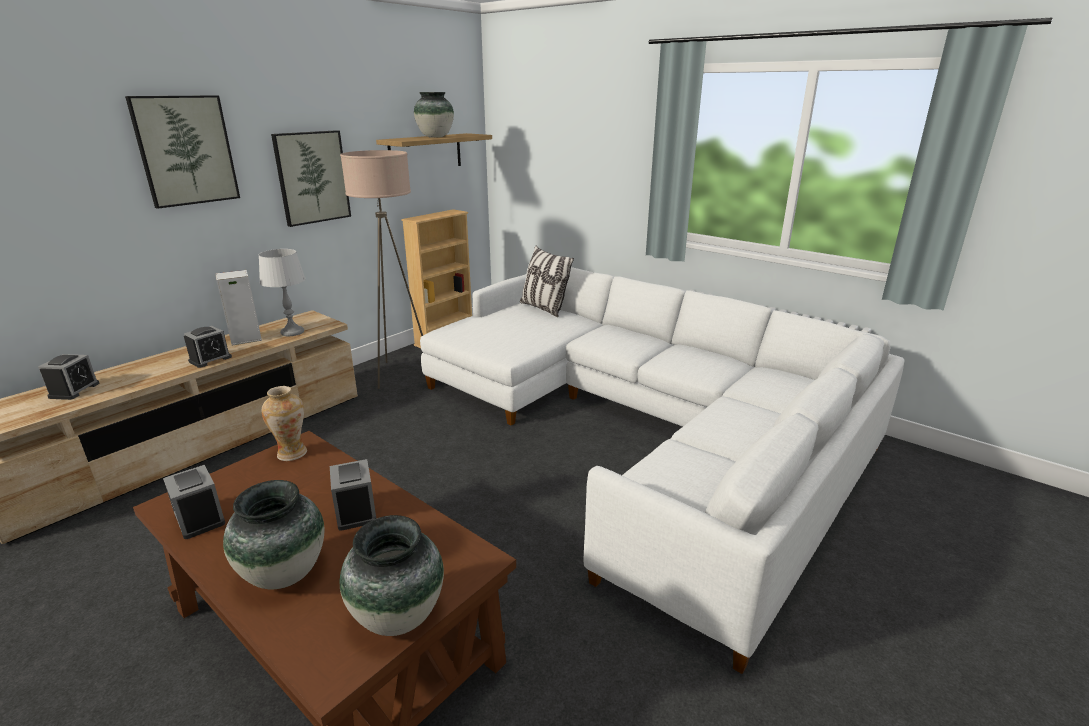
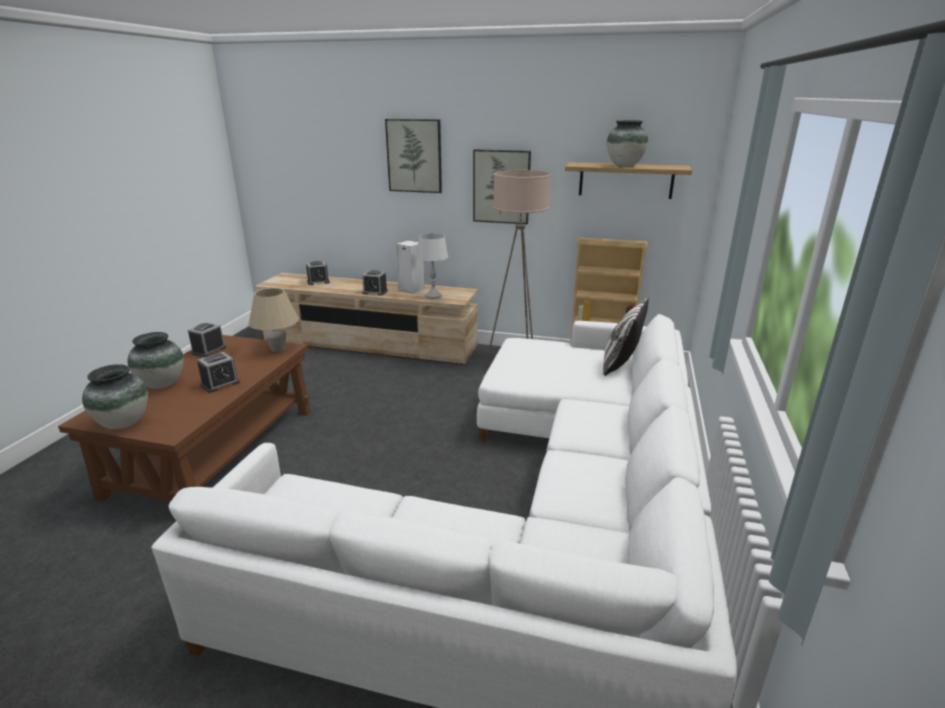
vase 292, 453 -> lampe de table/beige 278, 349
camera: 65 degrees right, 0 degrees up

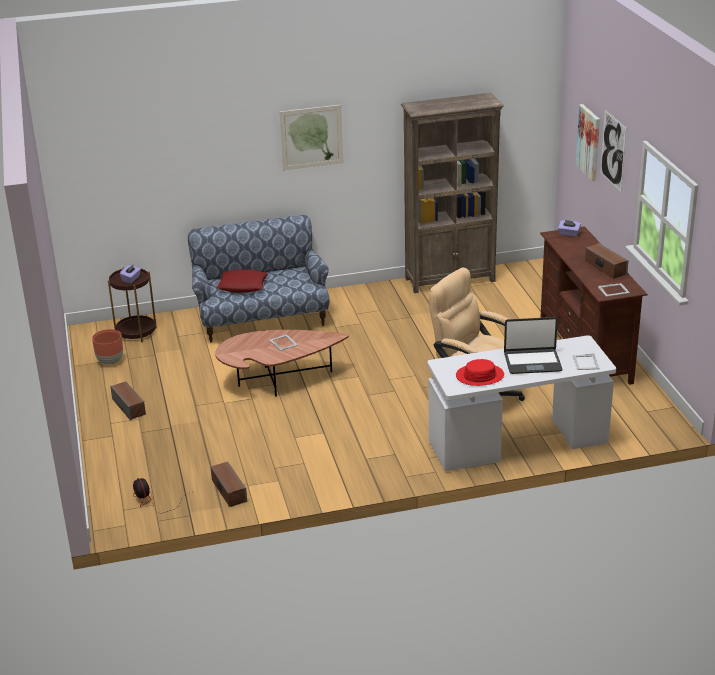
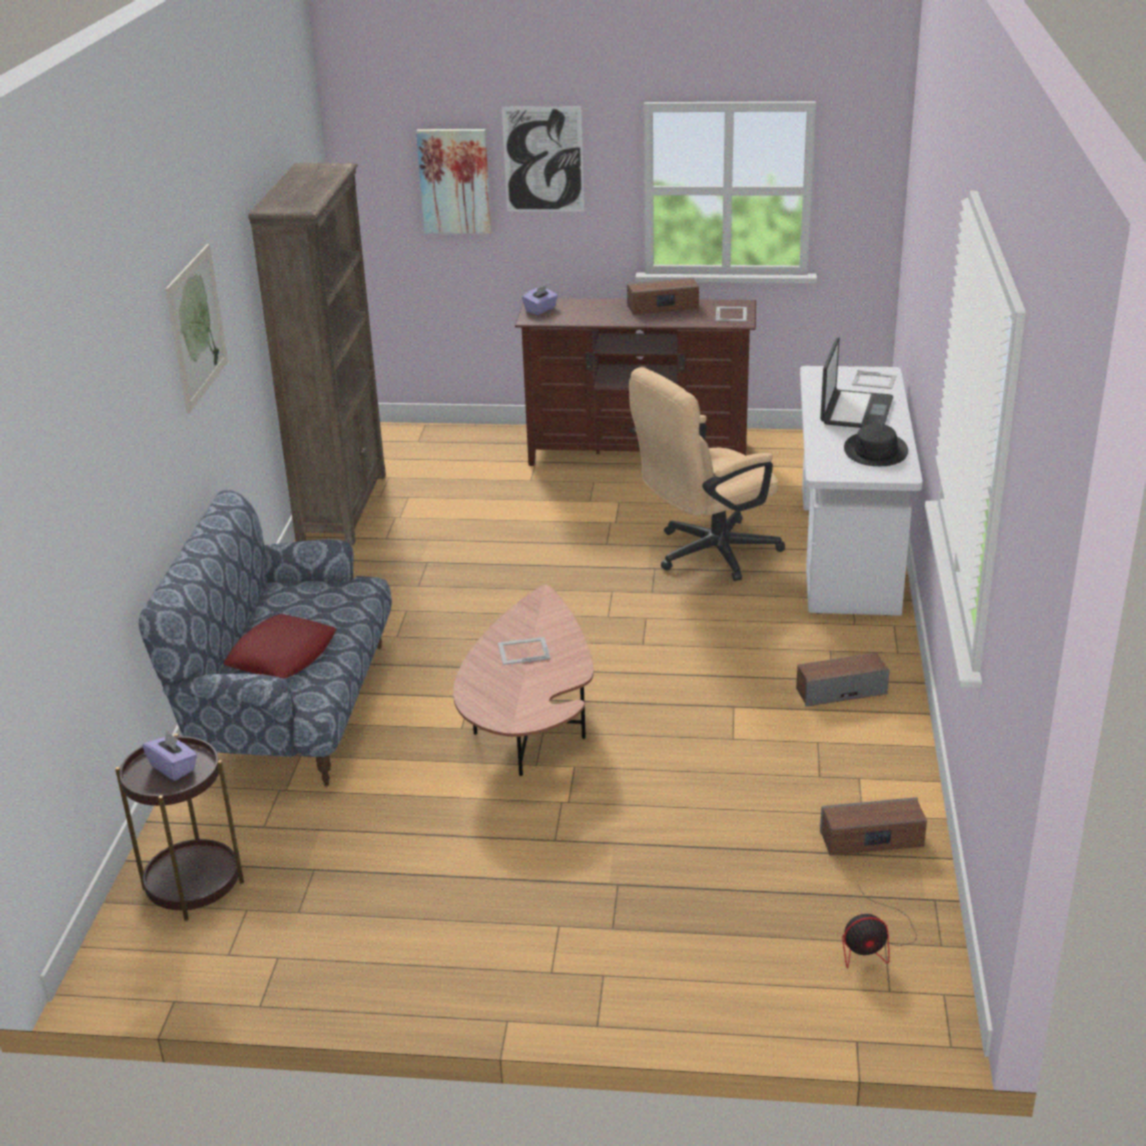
cache-pot/marron 110, 361 -> none
enceinte 129, 406 -> enceinte 840, 691, moved
chapeau/rouge 480, 376 -> chapeau/noir 876, 451
camera: 70 degrees left, 0 degrees up

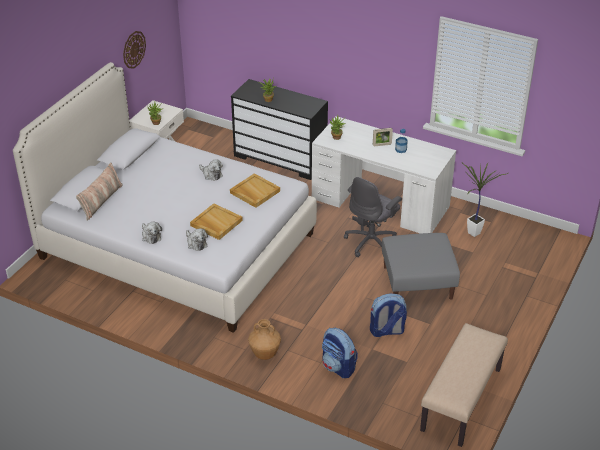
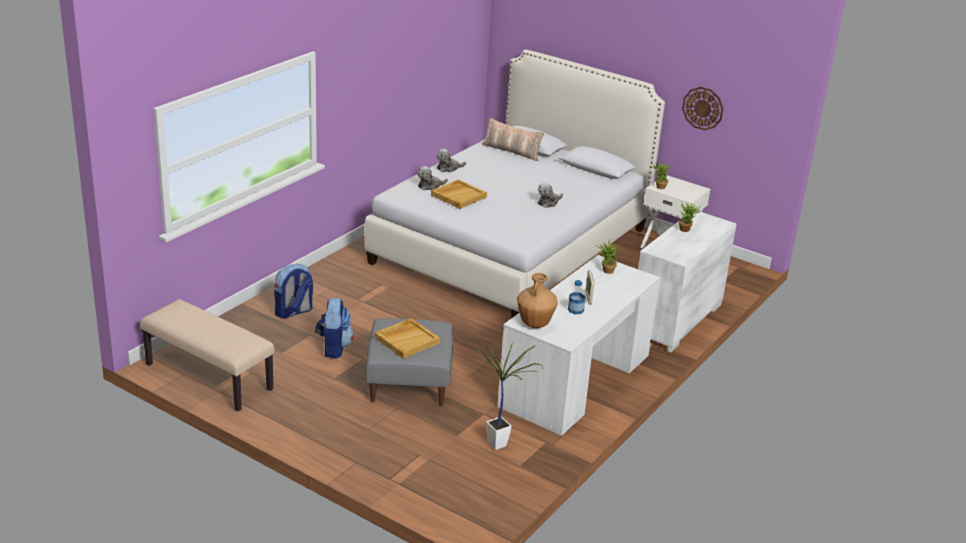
chaise de bureau/gris 371, 242 -> none
plateau/beige 254, 192 -> plateau/beige 407, 340, moved
vase/marron 265, 354 -> vase/marron 535, 324, moved
commode/noir 280, 158 -> commode/blanc 676, 320
camera: 95 degrees right, 10 degrees down

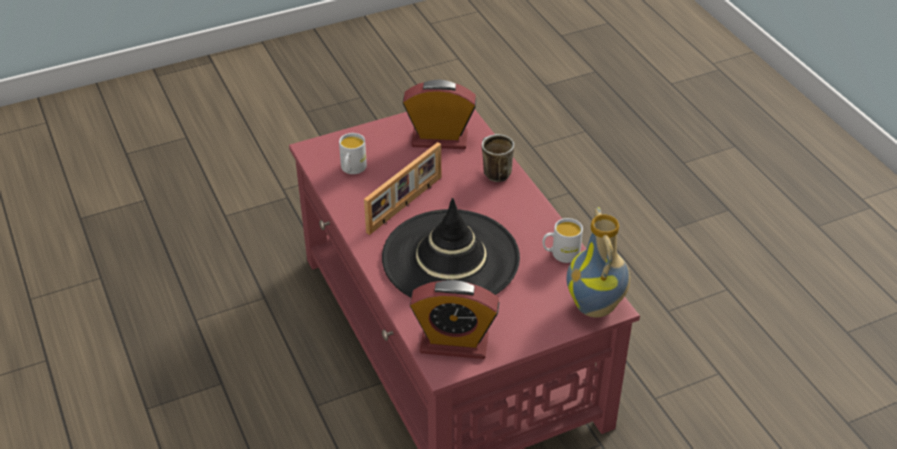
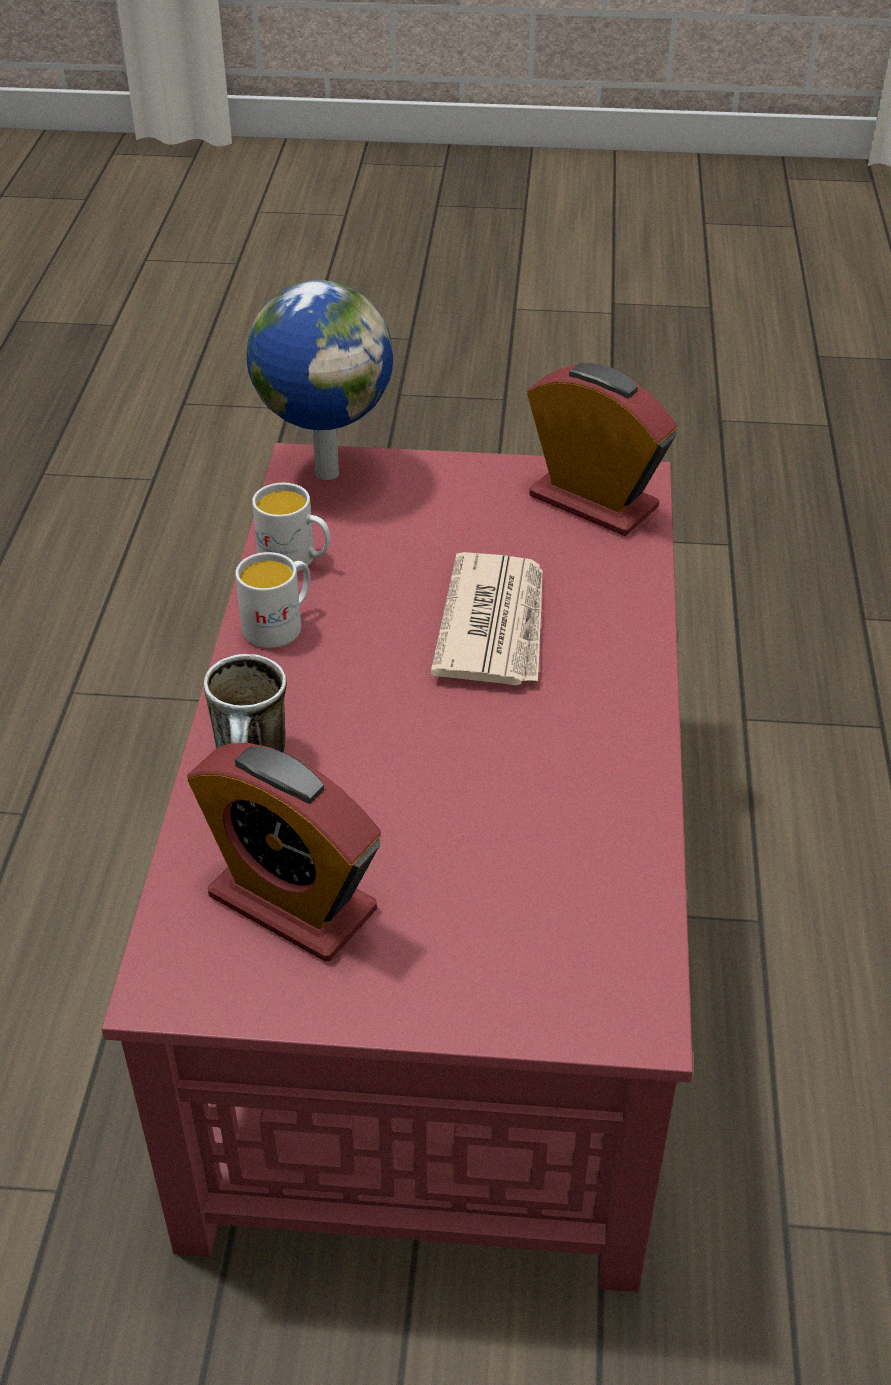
cadre photo 406, 205 -> none
mug/blanc 352, 169 -> mug/blanc 280, 624, moved
chapeau/noir 450, 258 -> journal 494, 625
vase 596, 306 -> globe 326, 472
camera: 150 degrees left, 0 degrees up

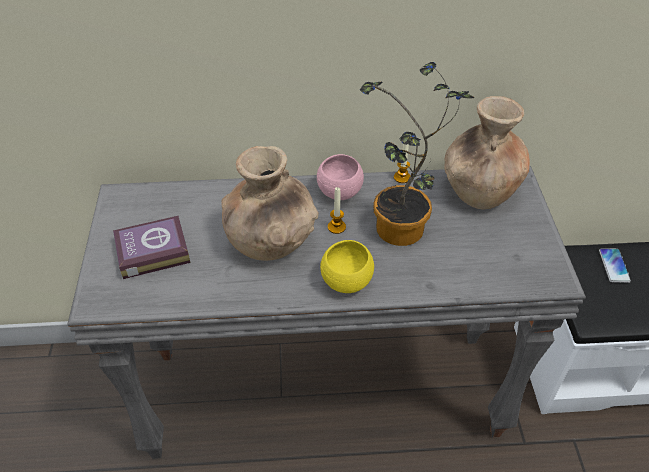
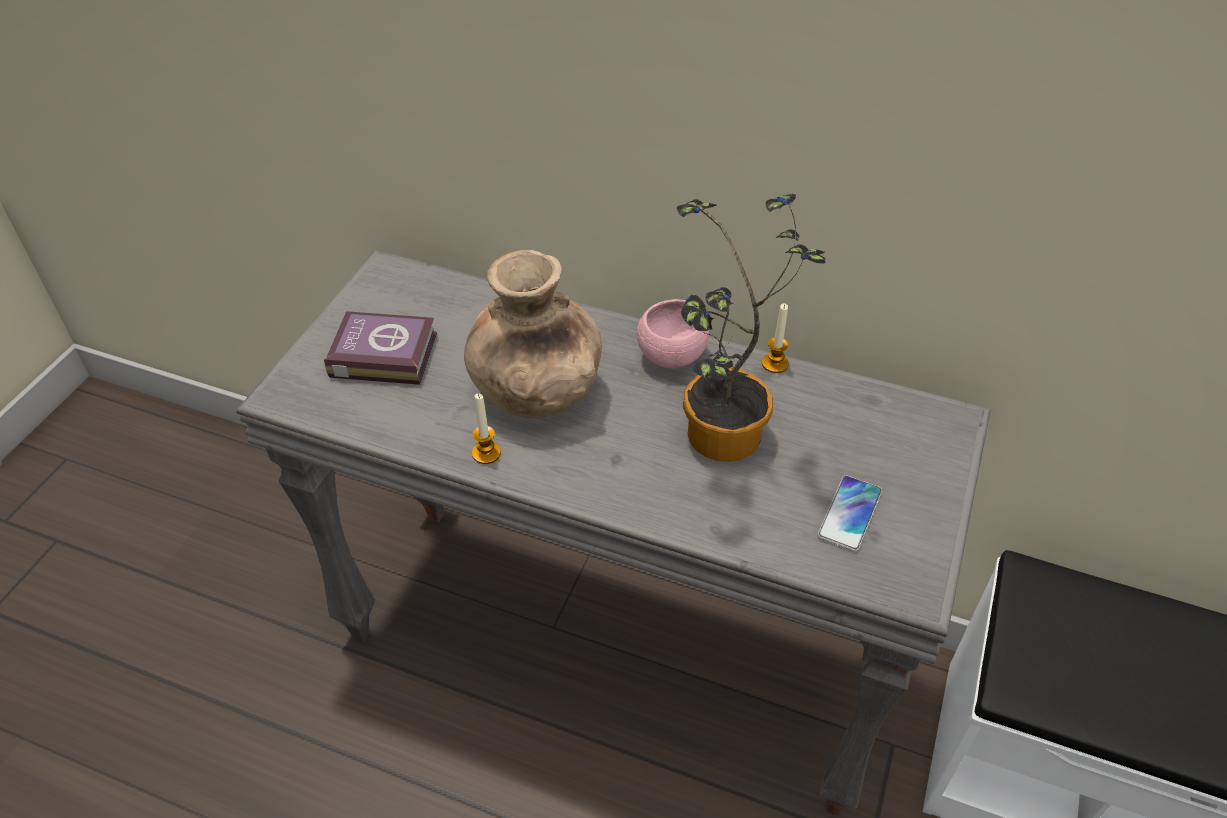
bol/jaune 346, 281 -> none
vase/marron 480, 190 -> none
bougie 336, 227 -> bougie 486, 453, moved
téléphone 614, 266 -> téléphone 849, 514, moved
camera: 25 degrees right, 0 degrees up

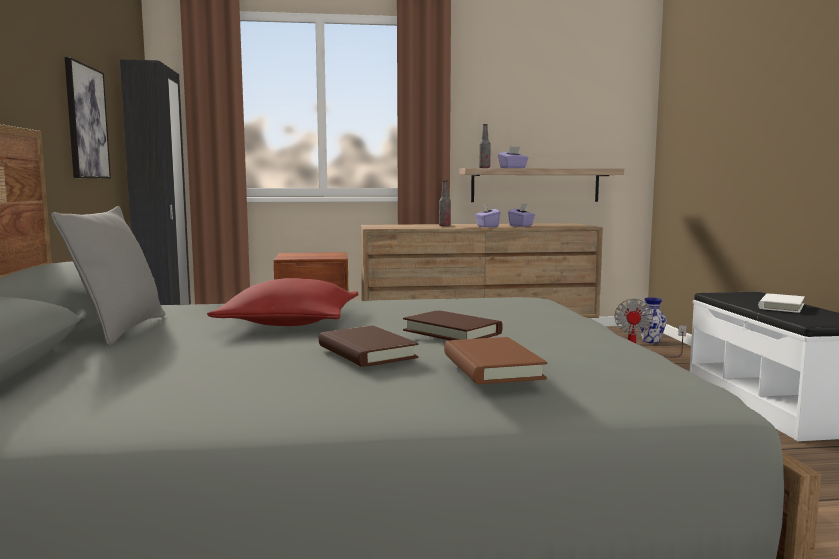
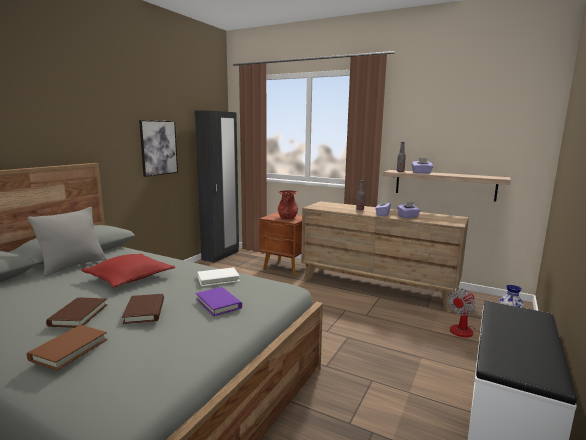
none -> livre/violet 218, 303
none -> vase/rouge 287, 218
livre/blanc 781, 306 -> livre/blanc 218, 279, moved
camera: 35 degrees right, 5 degrees up

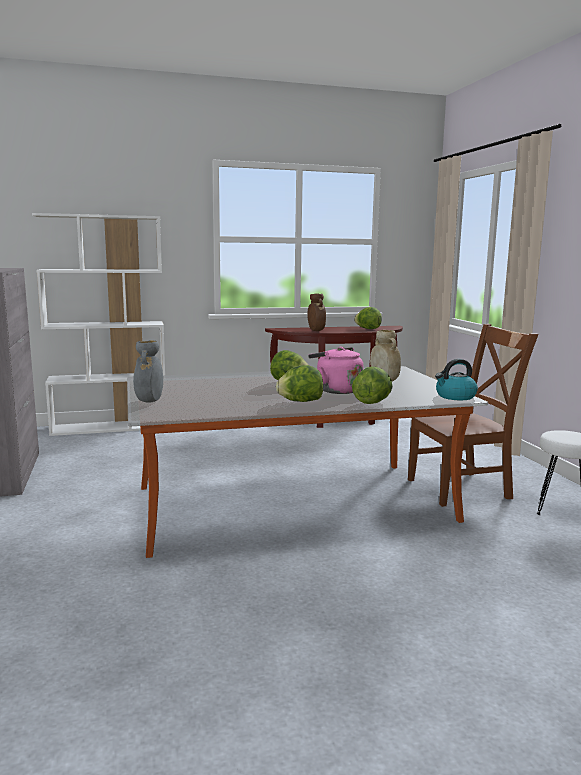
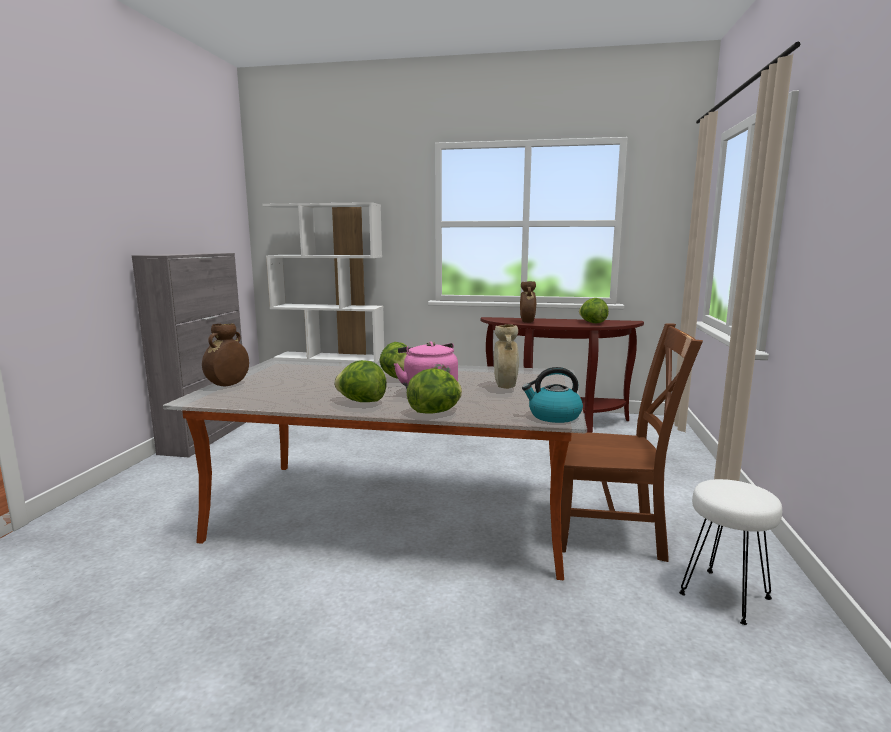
vase/gris 149, 401 -> vase/marron 228, 385
camera: 25 degrees right, 0 degrees up

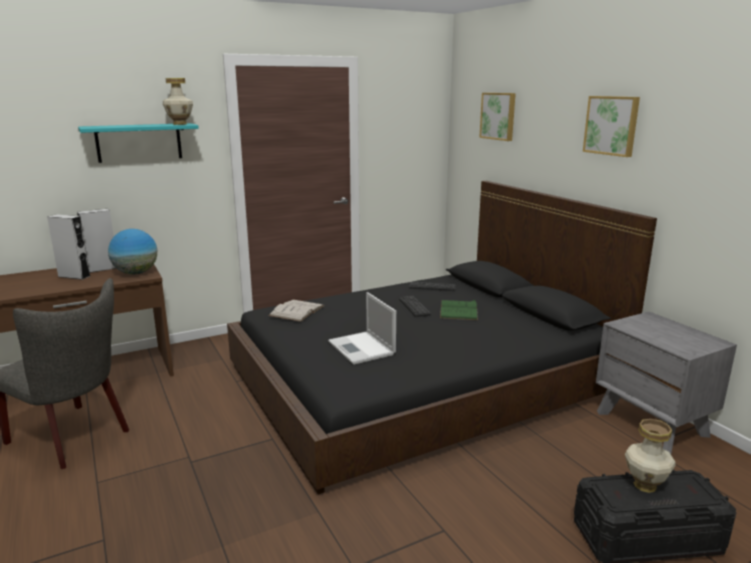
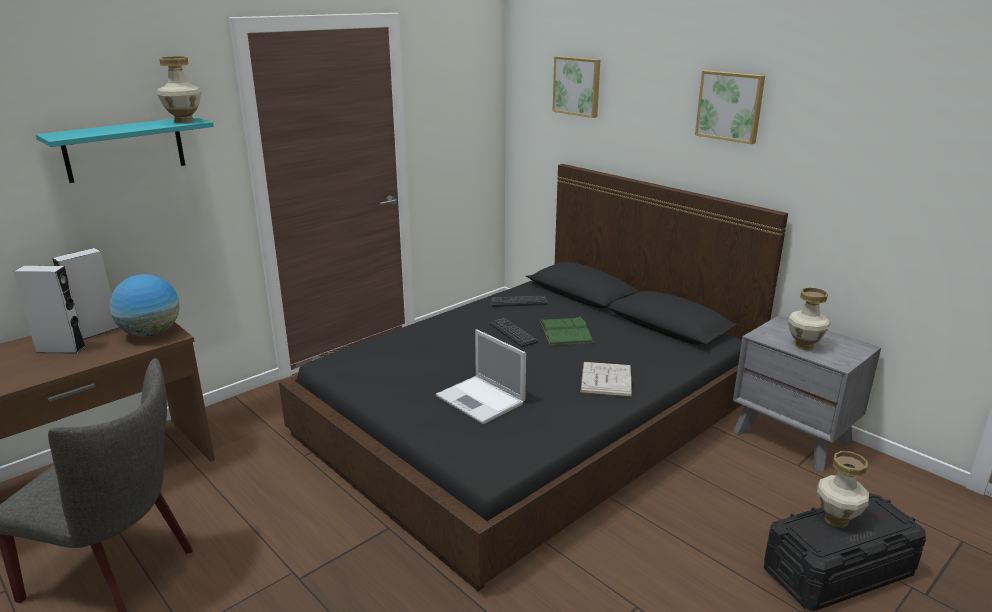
none -> vase 803, 346
livre/blanc 297, 310 -> livre/blanc 606, 379, moved
camera: 15 degrees left, 5 degrees up

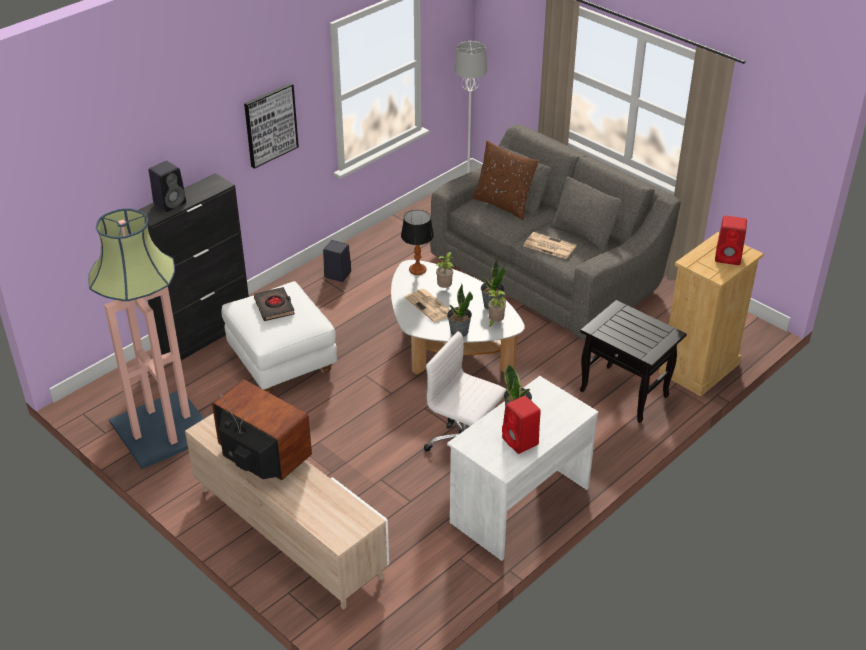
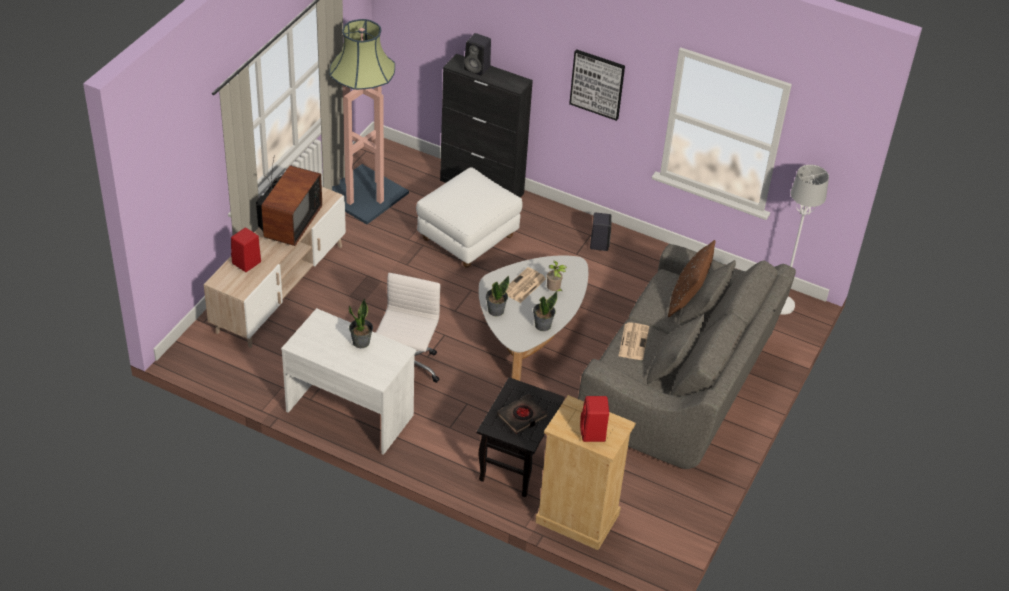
lampe de table 417, 270 -> none
plante en pot 495, 322 -> none
livre/noir 274, 307 -> livre/noir 522, 416, moved
enceinte/rouge 521, 442 -> enceinte/rouge 246, 263, moved
camera: 70 degrees right, 5 degrees up

